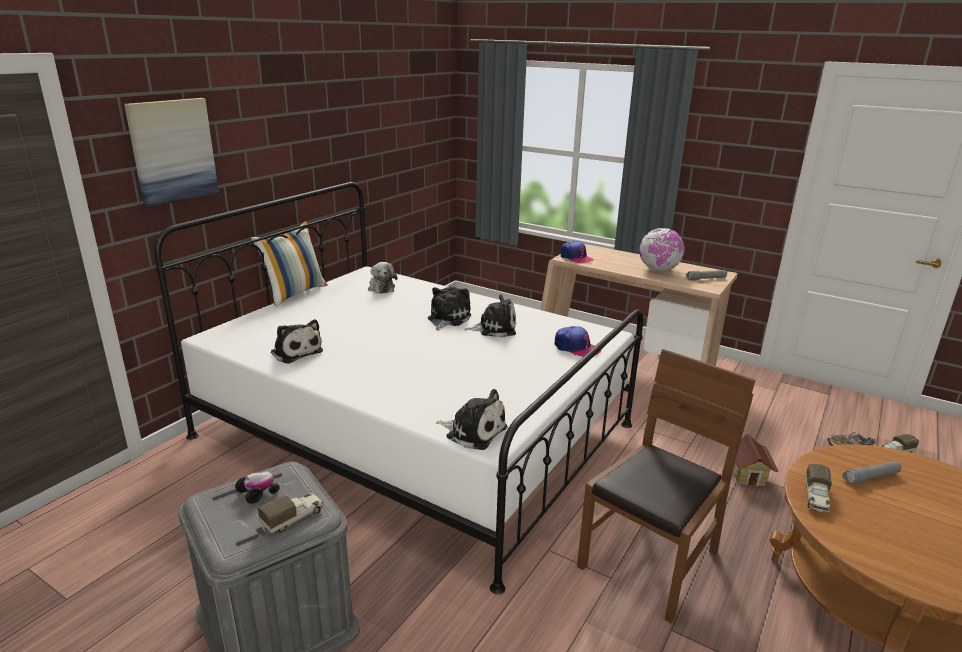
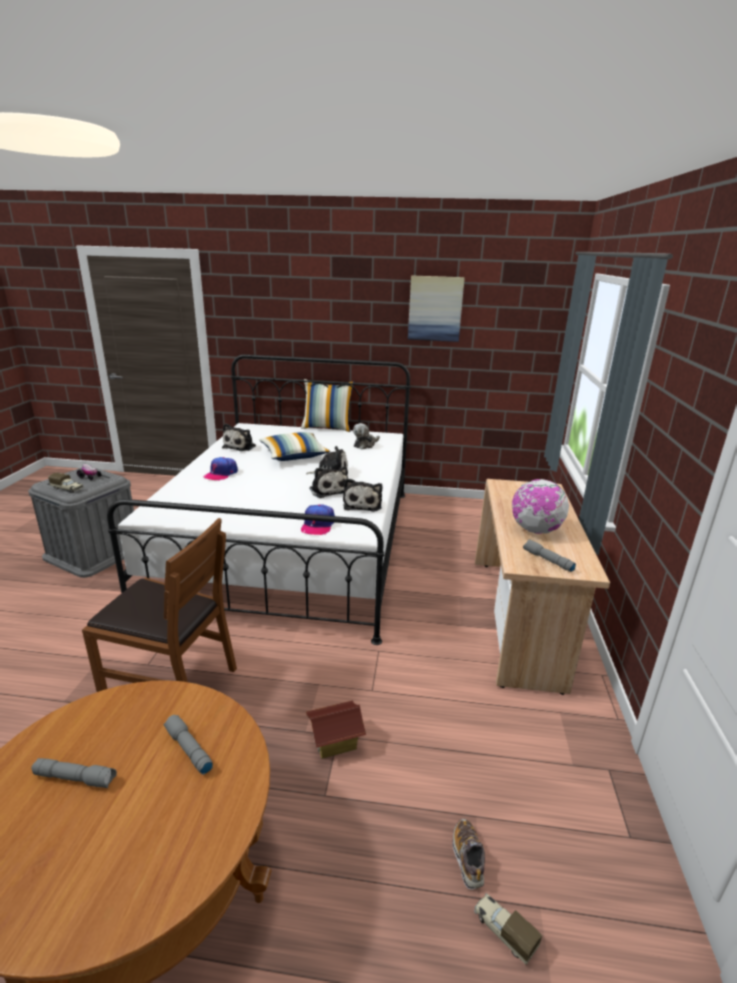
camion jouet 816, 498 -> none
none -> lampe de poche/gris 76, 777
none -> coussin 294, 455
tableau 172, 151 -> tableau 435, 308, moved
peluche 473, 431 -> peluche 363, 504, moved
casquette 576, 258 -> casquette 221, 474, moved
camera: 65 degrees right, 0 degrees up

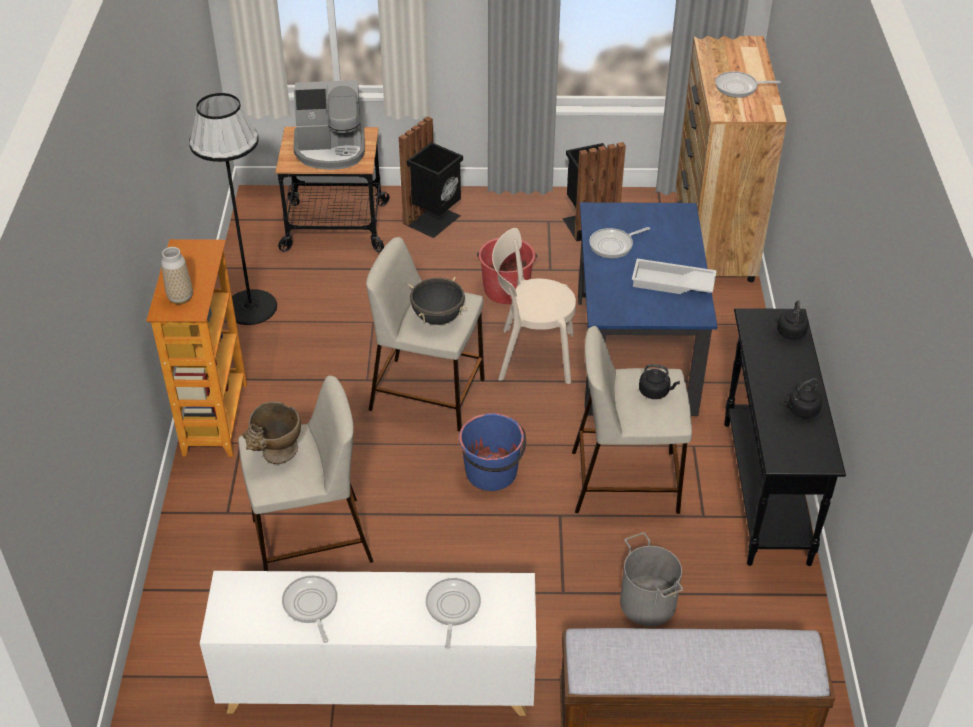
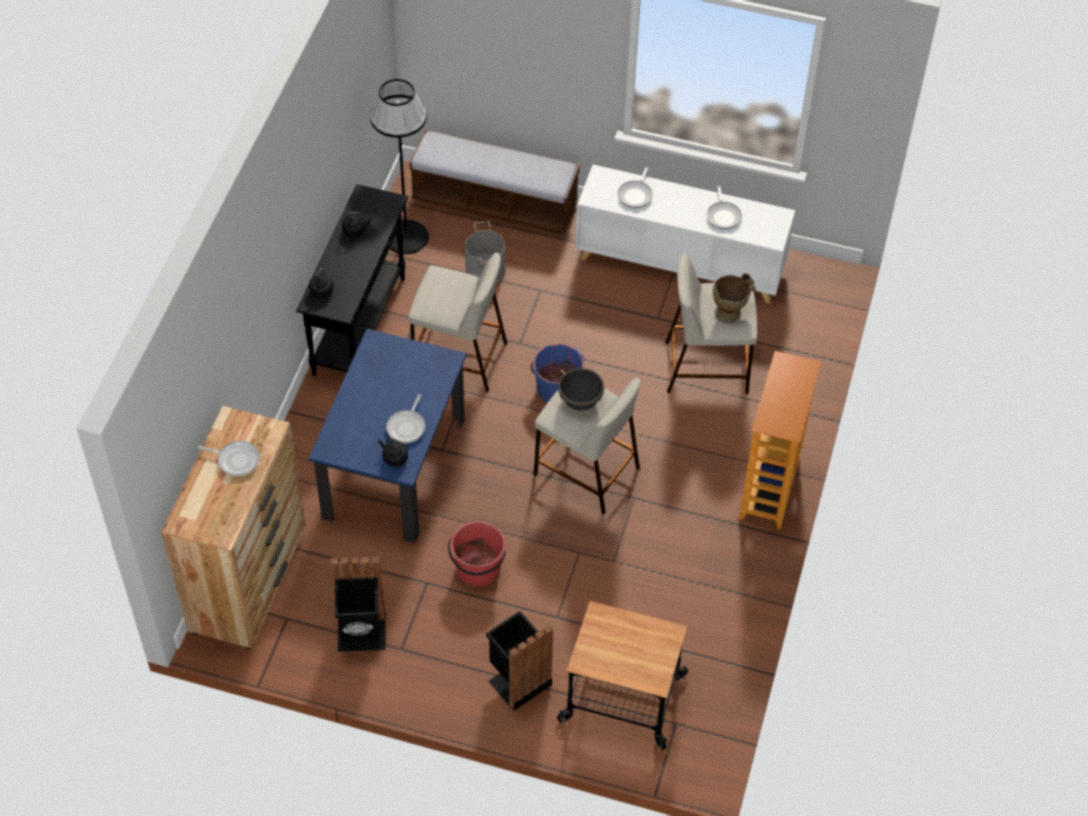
vase 180, 298 -> none
machine à café 331, 150 -> none
chaise/beige 531, 356 -> none
plateau/blanc 672, 283 -> none
lampadaire/noir 251, 307 -> lampadaire/noir 406, 237, moved
bouilloire/noir 655, 392 -> bouilloire/noir 394, 458, moved
poêle 613, 245 -> poêle 407, 426, 120 degrees clockwise
camera: 165 degrees left, 10 degrees up

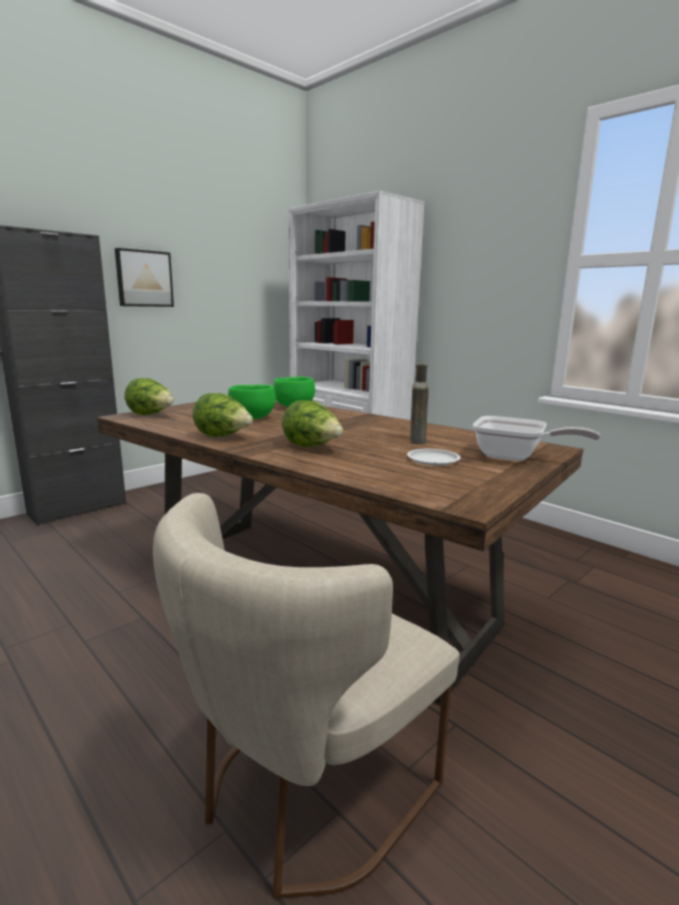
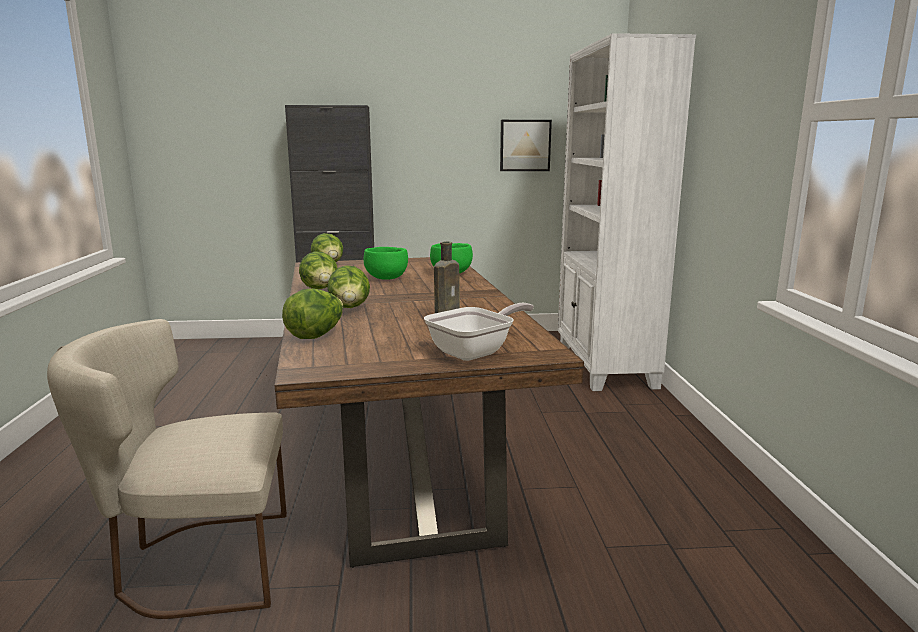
assiette/blanc 432, 460 -> none
none -> laitue 316, 335
tableau 144, 278 -> tableau 524, 145, moved
poêle 515, 457 -> poêle 476, 352, 105 degrees counterclockwise
camera: 40 degrees right, 0 degrees up

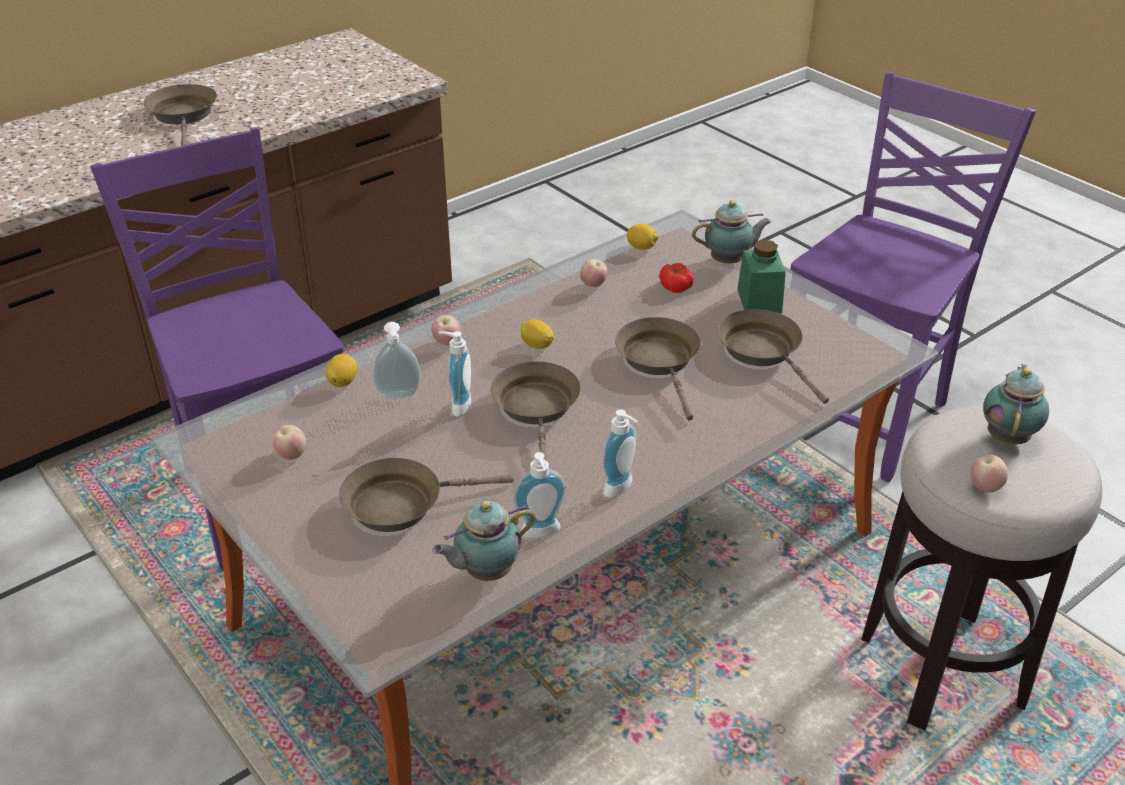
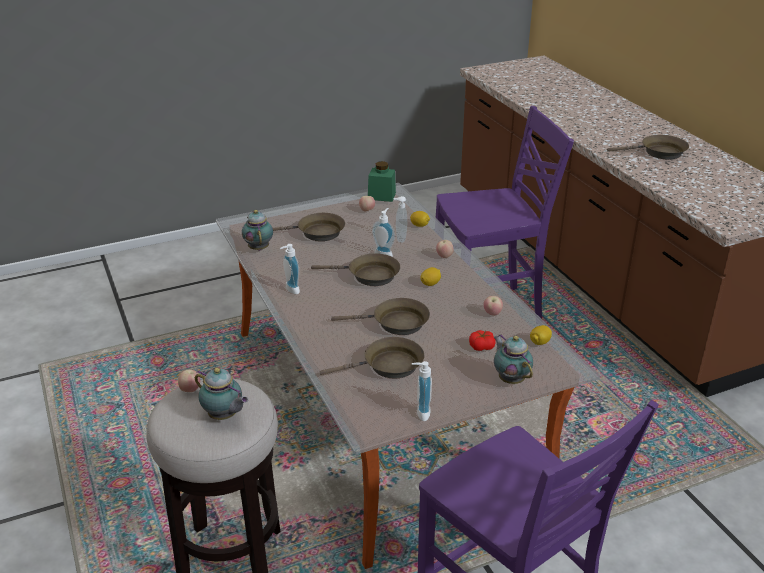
distributeur de savon 541, 534 -> distributeur de savon 420, 412, moved
bocal/vert 759, 301 -> bocal/vert 381, 196, moved
poêle/marron 401, 503 -> poêle/marron 316, 233, 90 degrees clockwise
théière 729, 261 -> théière 510, 379, 150 degrees clockwise
camera: 105 degrees right, 5 degrees down

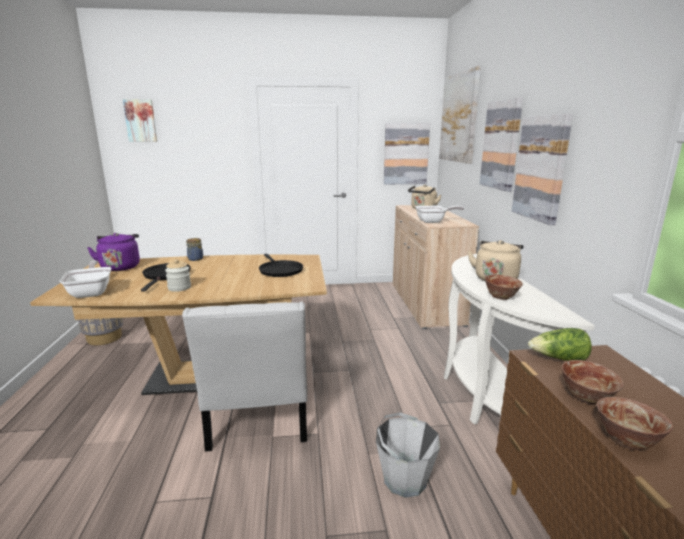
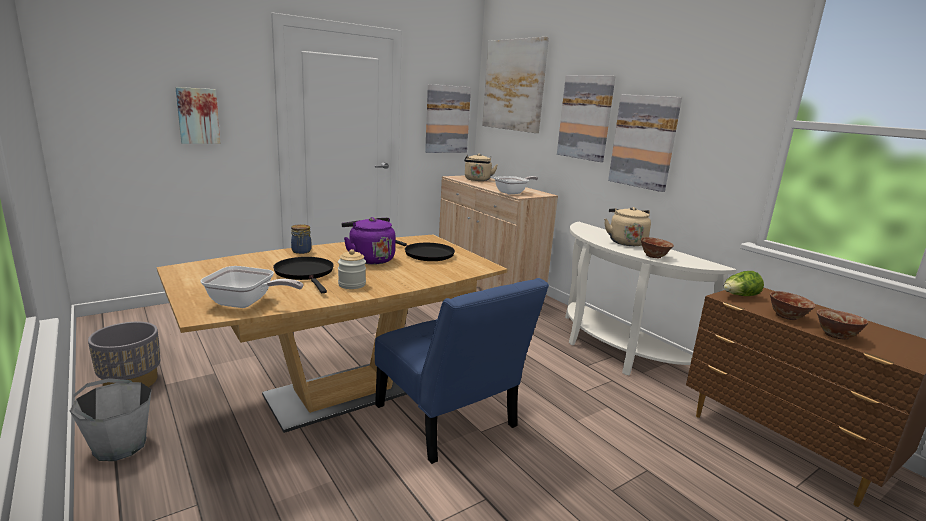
bouilloire/violet 120, 267 -> bouilloire/violet 369, 259, moved
tableau 141, 120 -> tableau 198, 116, moved
seau/gris 404, 479 -> seau/gris 119, 446, moved
chaise/blanc 258, 420 -> chaise/bleu 449, 421
poêle 92, 292 -> poêle 246, 303, 150 degrees clockwise
camera: 30 degrees left, 0 degrees up

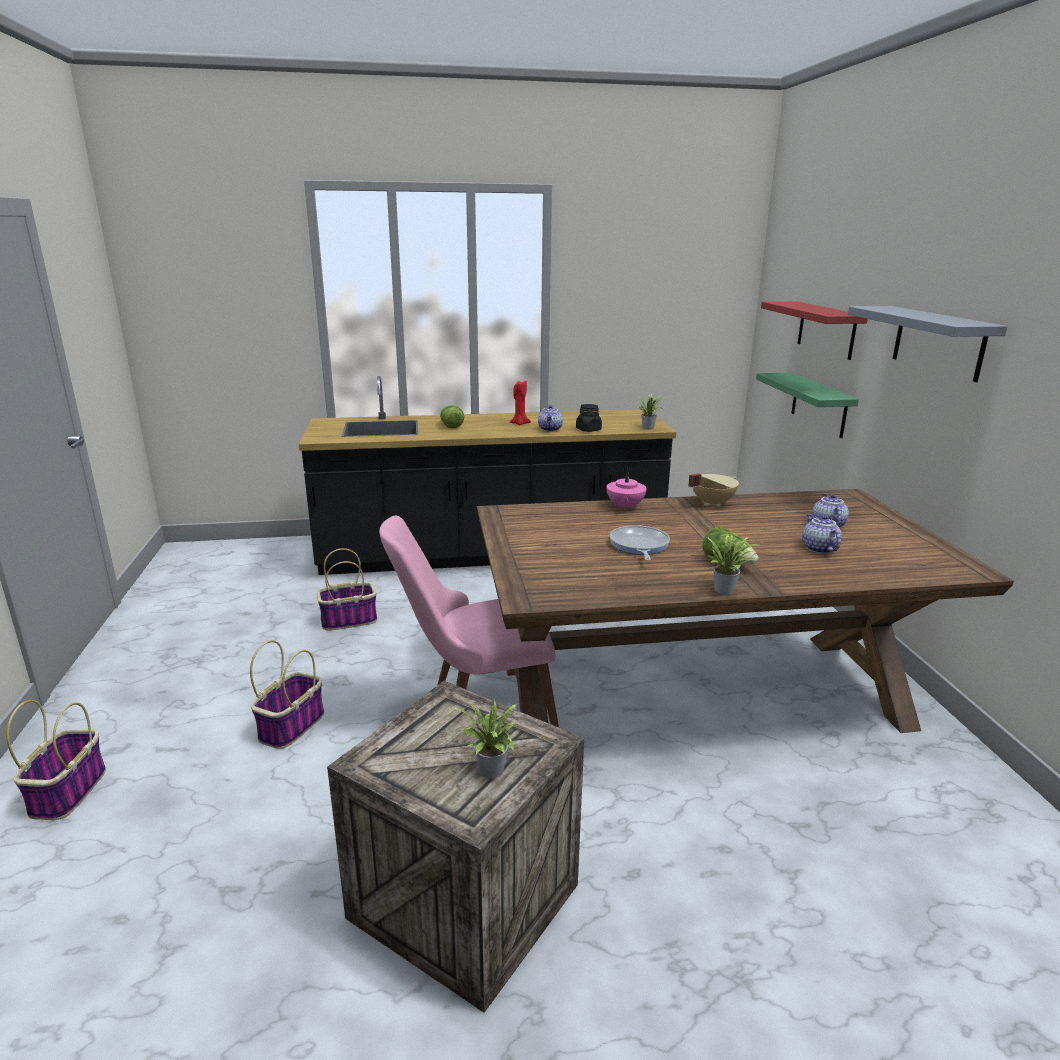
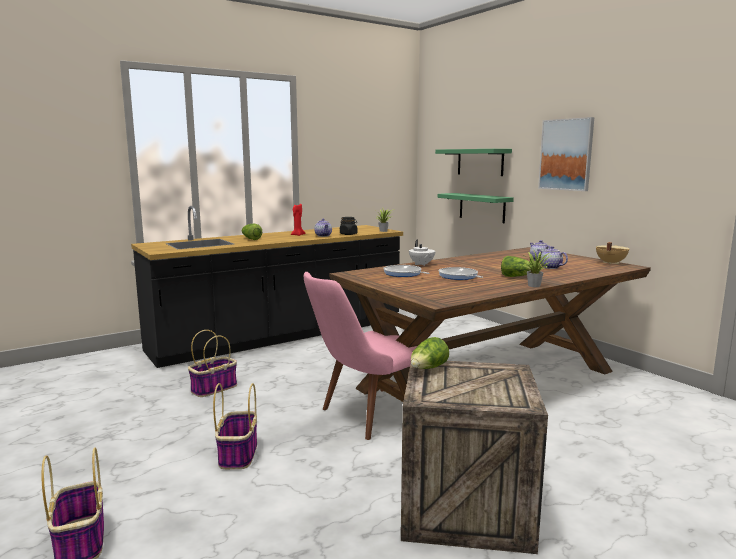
plante en pot 490, 772 -> none
none -> poêle 403, 274
none -> laitue 428, 369
marmite/beige 711, 503 -> marmite/beige 610, 263, moved
étagère/gris 938, 342 -> tableau 566, 154
théière/rose 624, 507 -> théière/blanc 421, 264
étagère/rouge 826, 329 -> étagère/vert 480, 162
camera: 25 degrees left, 10 degrees down

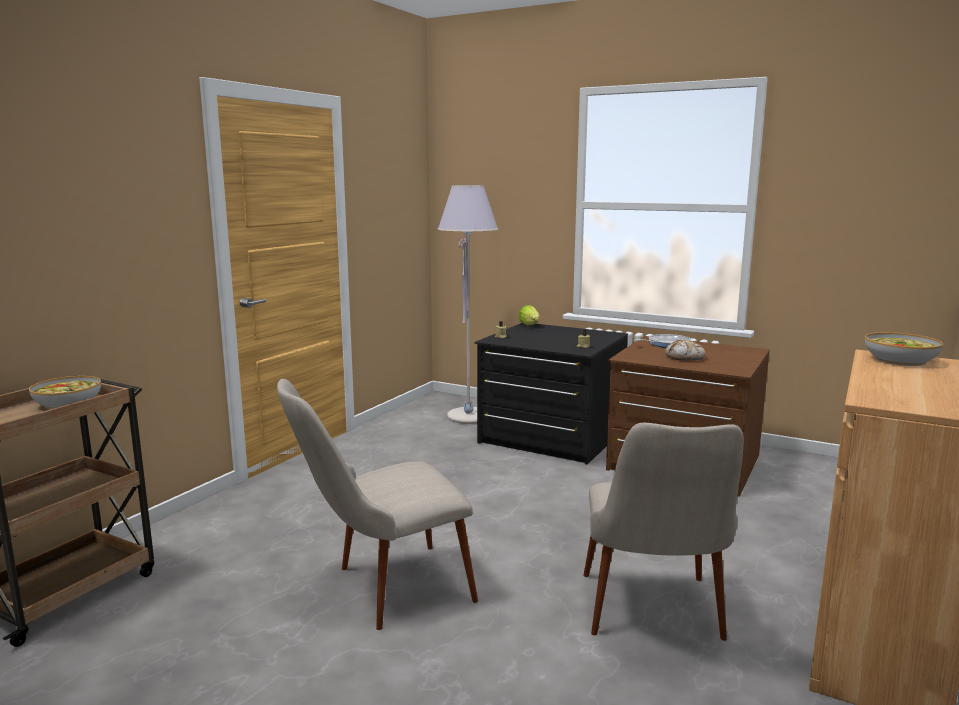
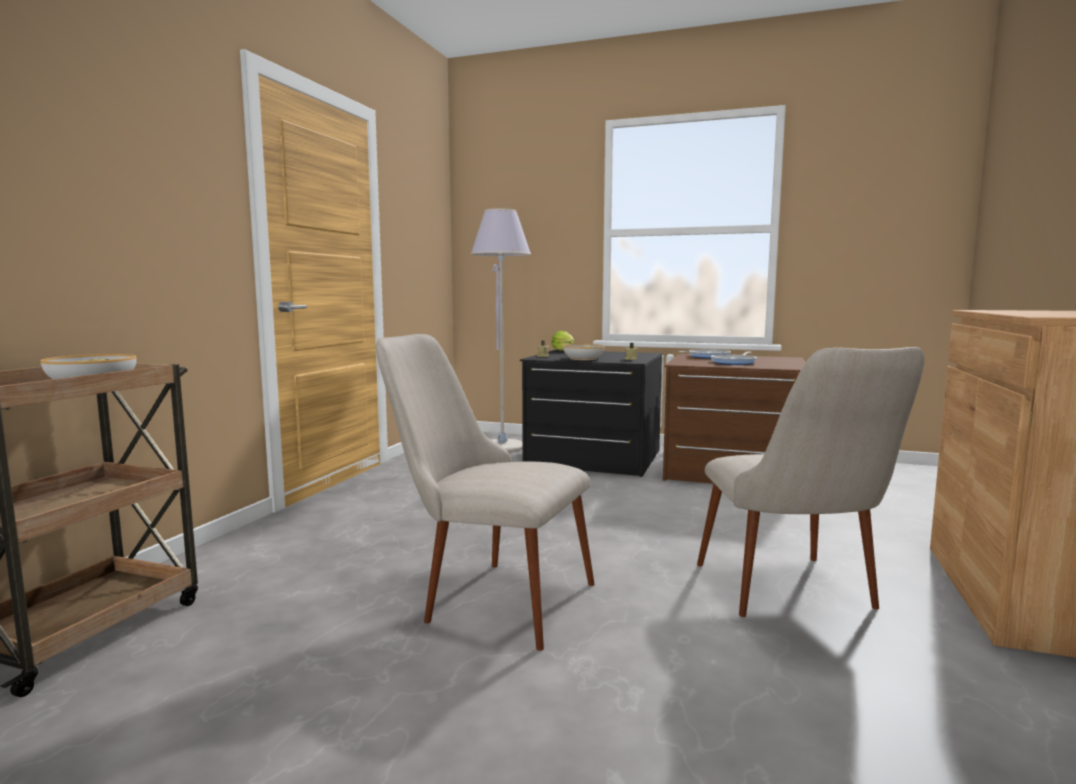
bol 899, 360 -> bol 583, 358, moved
pain 685, 357 -> poêle 734, 362
chaise/beige 382, 590 -> chaise/beige 486, 596, 60 degrees clockwise
camera: 10 degrees left, 5 degrees down

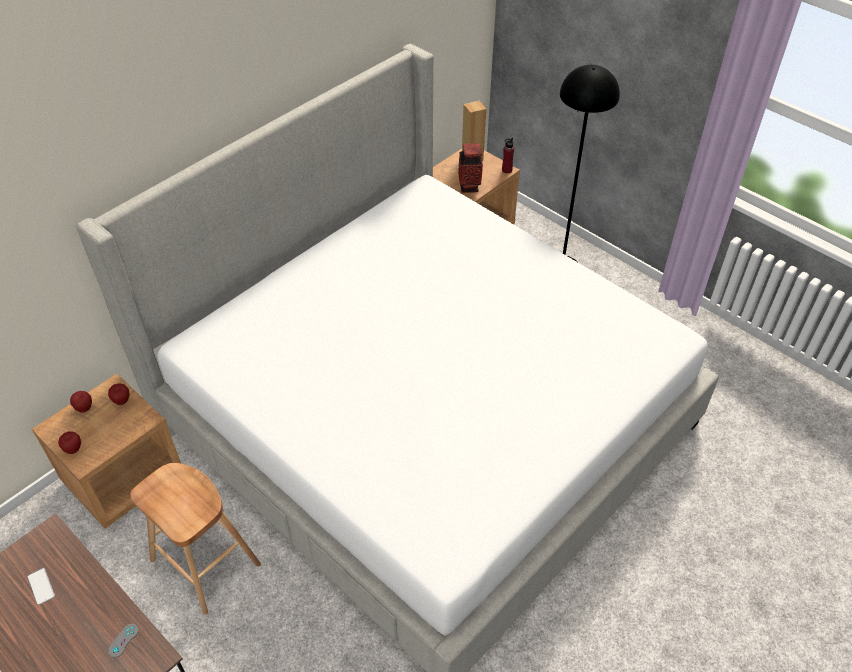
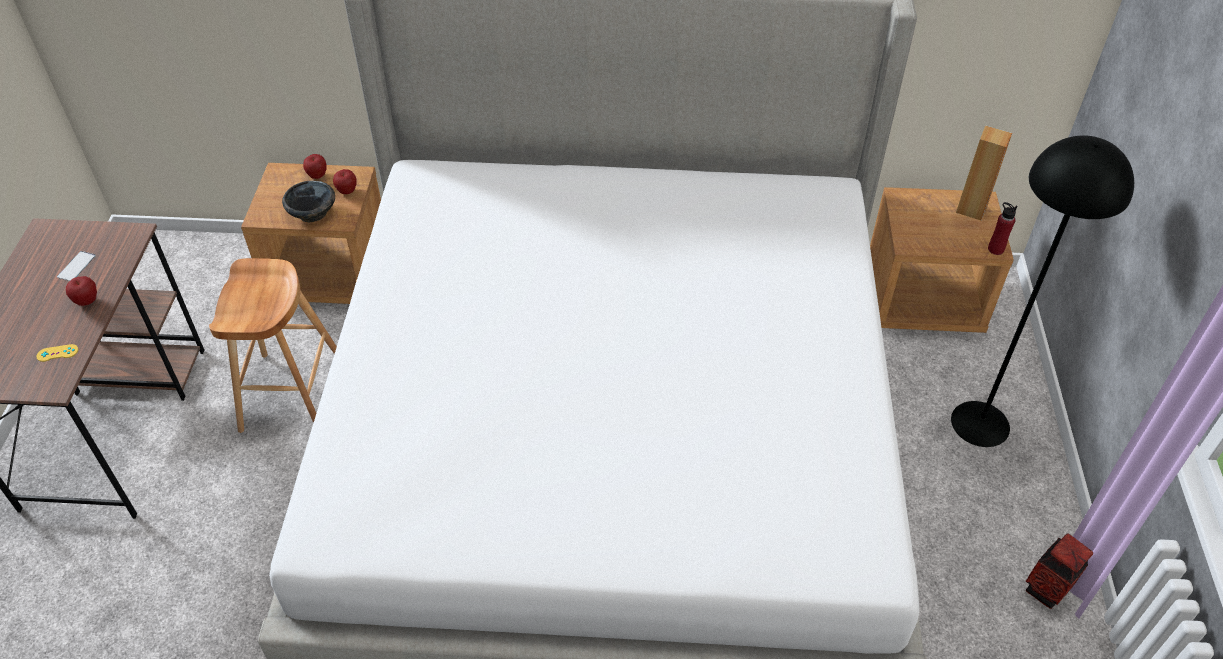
none -> bol/noir 312, 213
pomme 73, 449 -> pomme 87, 301, moved
vase 469, 187 -> vase 1045, 591, moved
manette/gris 123, 640 -> manette/jaune 57, 353
camera: 50 degrees right, 0 degrees up

